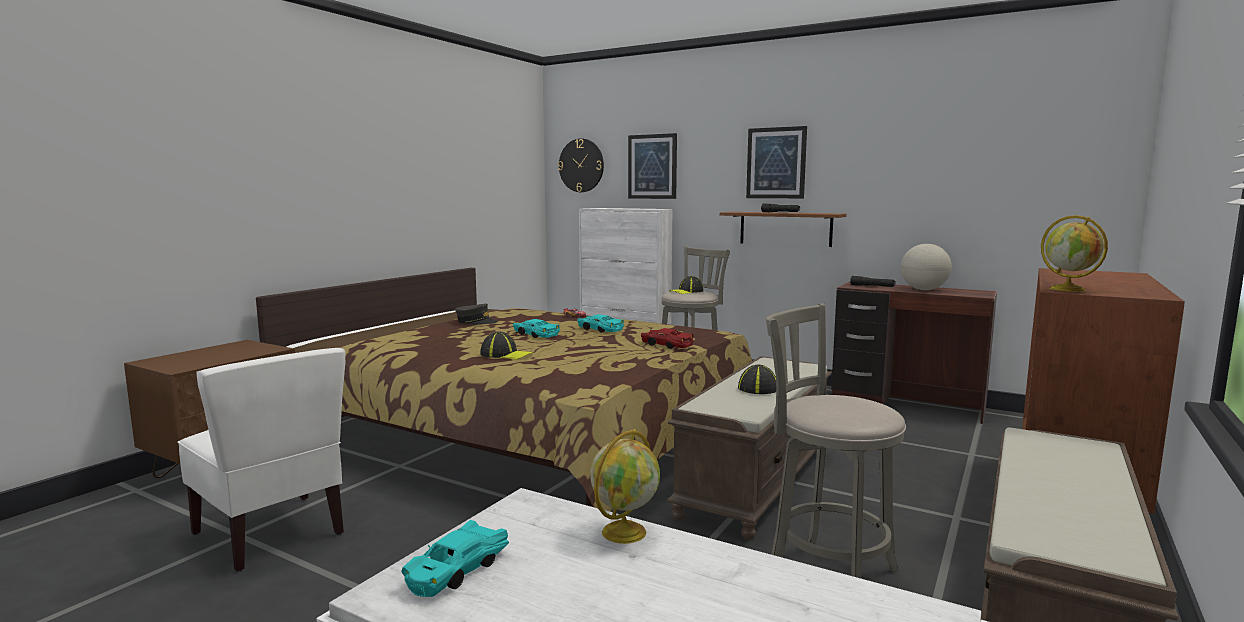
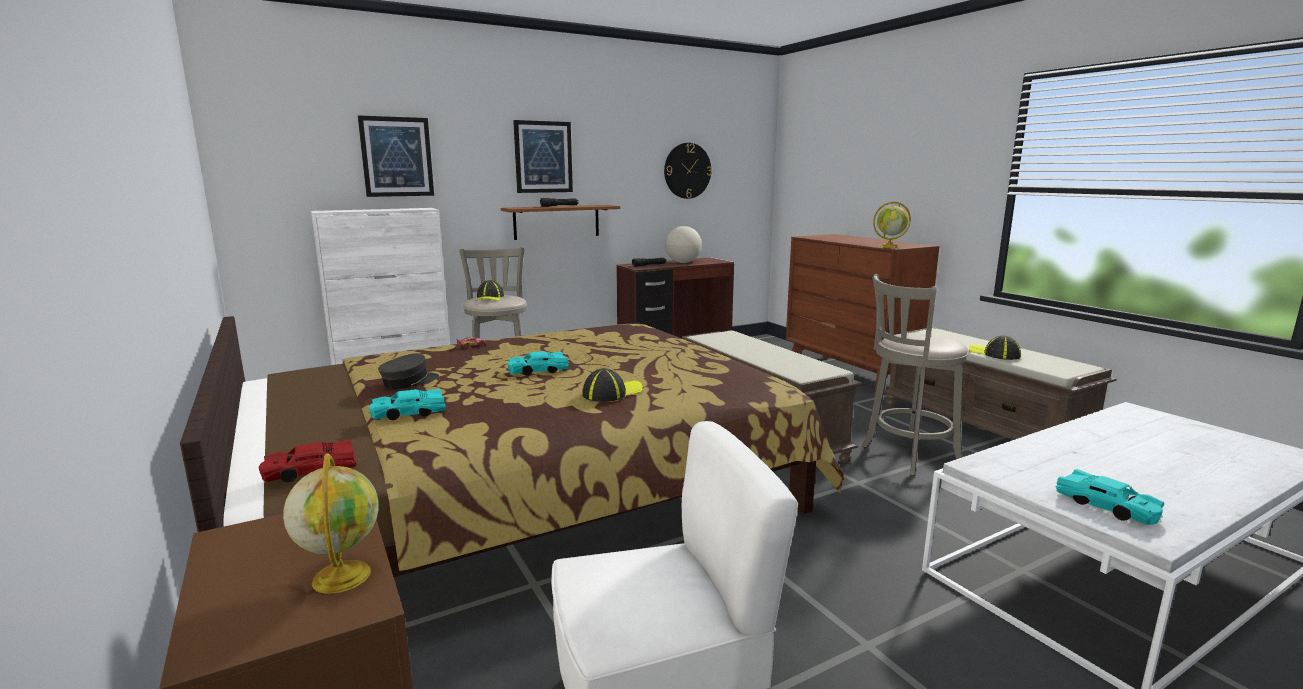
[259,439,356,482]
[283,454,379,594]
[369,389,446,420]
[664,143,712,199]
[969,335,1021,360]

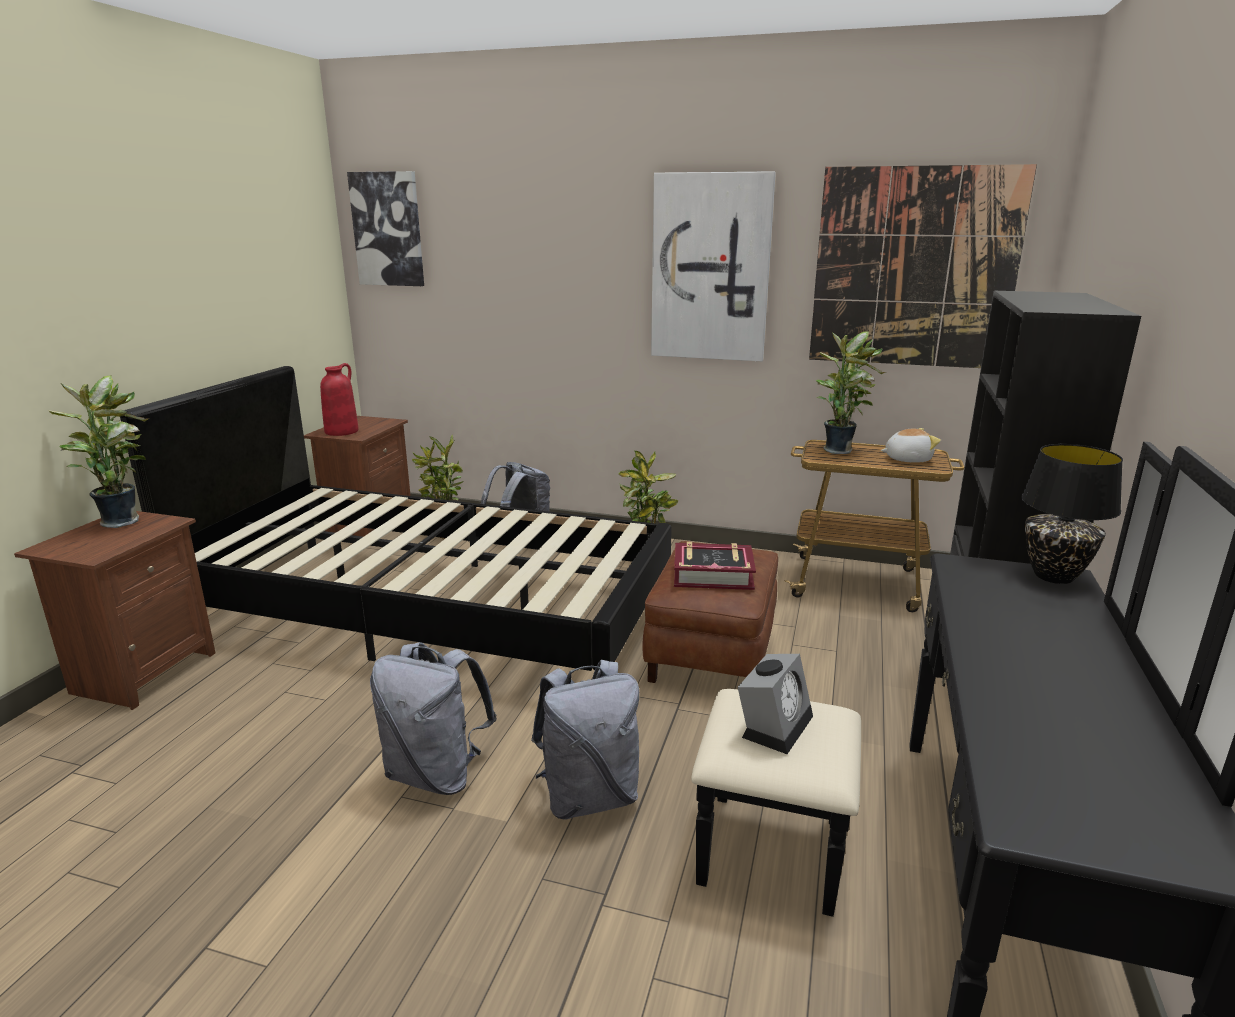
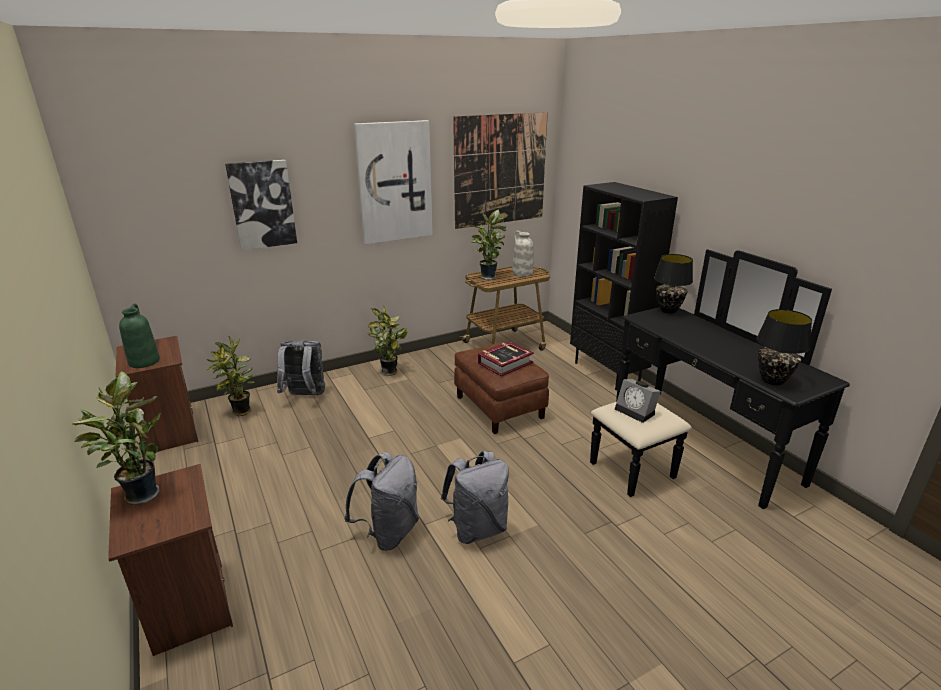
[119,303,160,368]
[225,160,297,250]
[344,452,419,551]
[513,230,533,277]
[615,379,661,423]
[756,309,812,386]
[120,366,672,671] (first image)

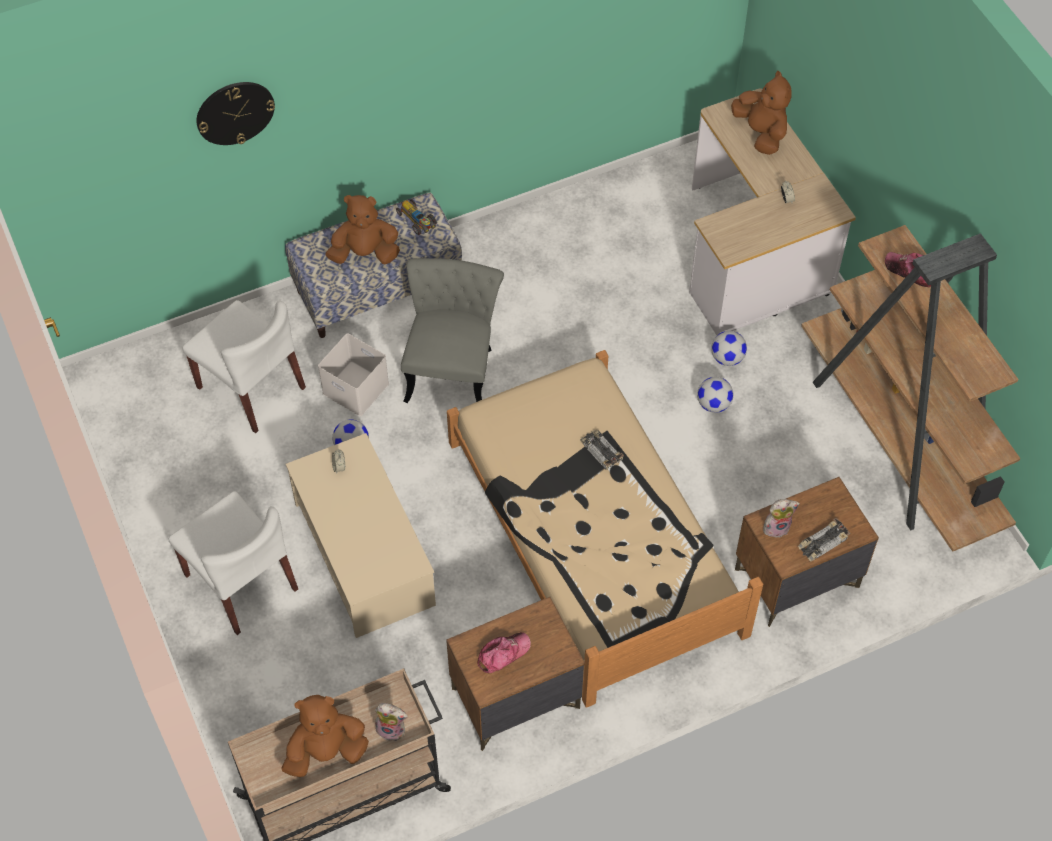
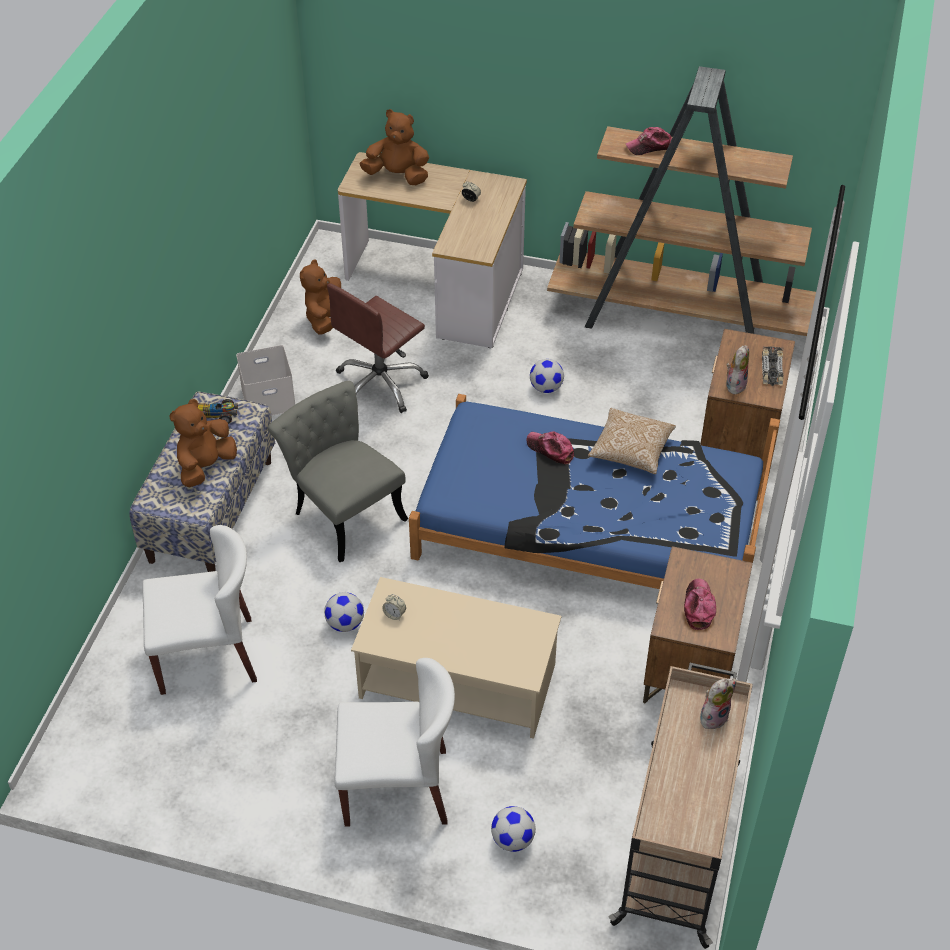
[236,345,295,416]
[300,260,341,335]
[327,283,429,413]
[409,394,780,589]
[491,806,536,852]
[526,432,574,464]
[588,408,676,474]
[196,82,275,145] (first image)

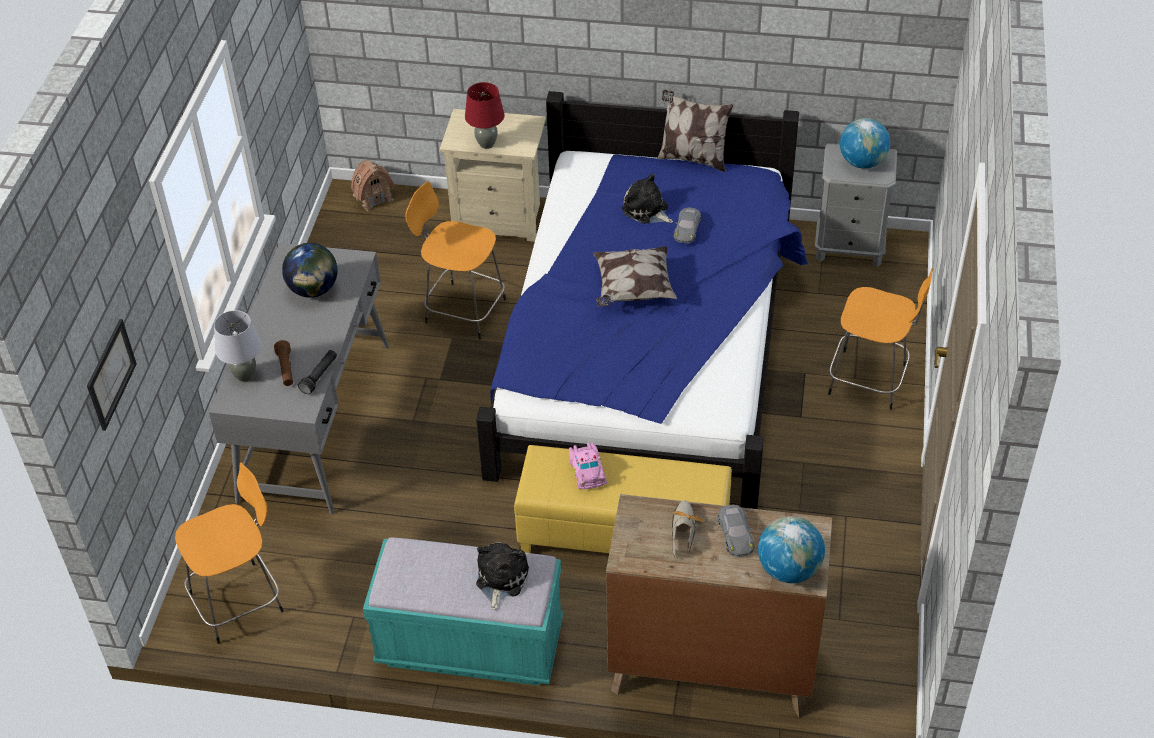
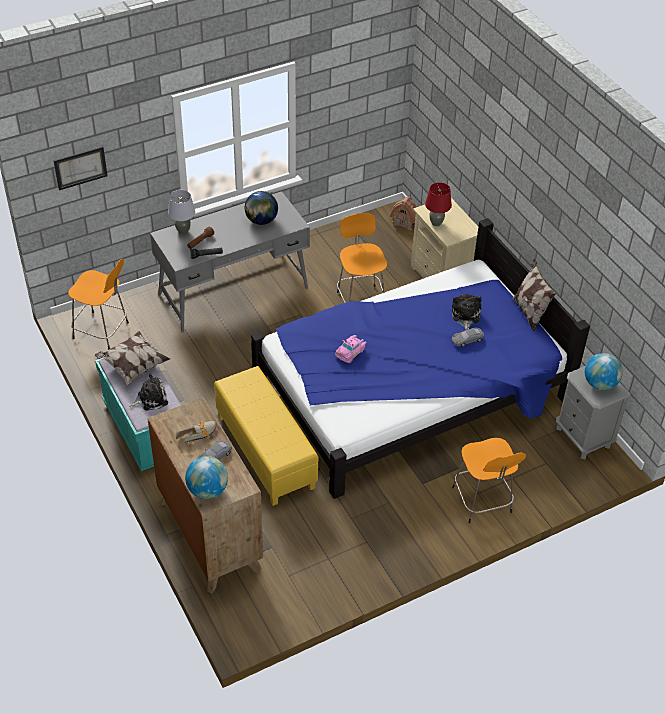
[95,331,170,385]
[335,335,367,363]

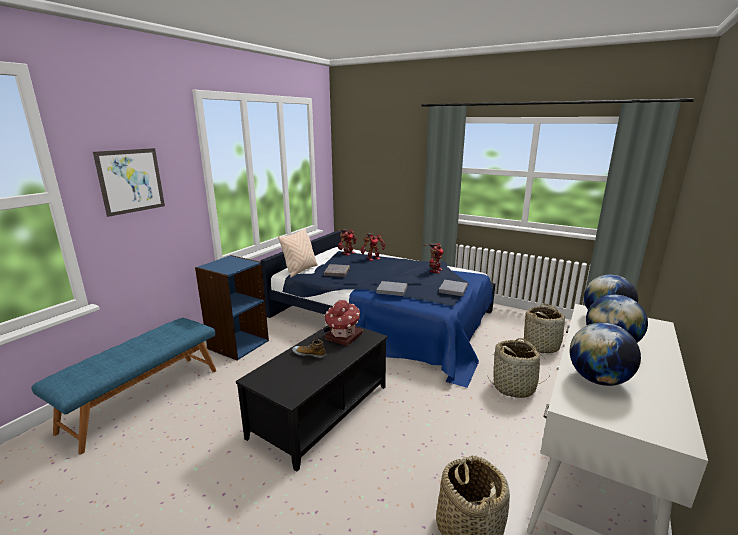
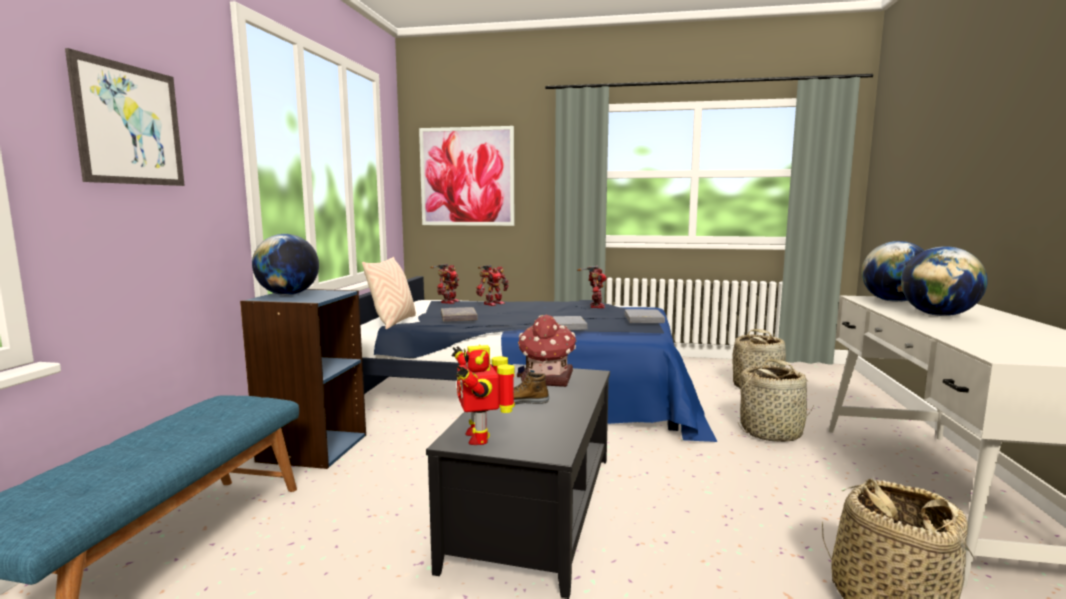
[252,234,319,295]
[419,126,514,226]
[451,345,515,445]

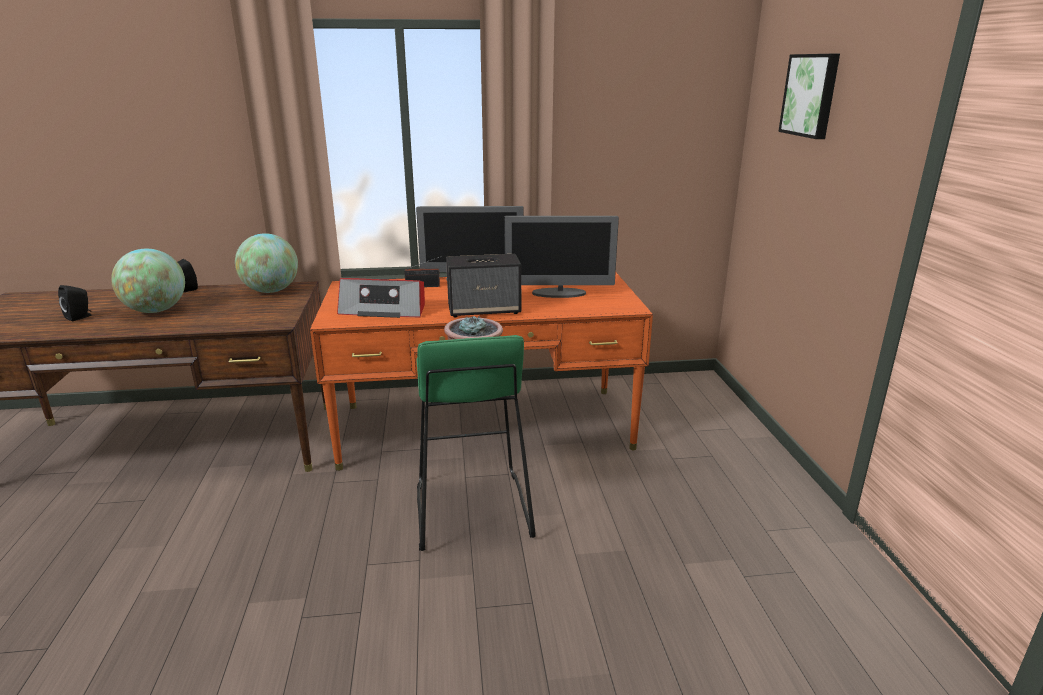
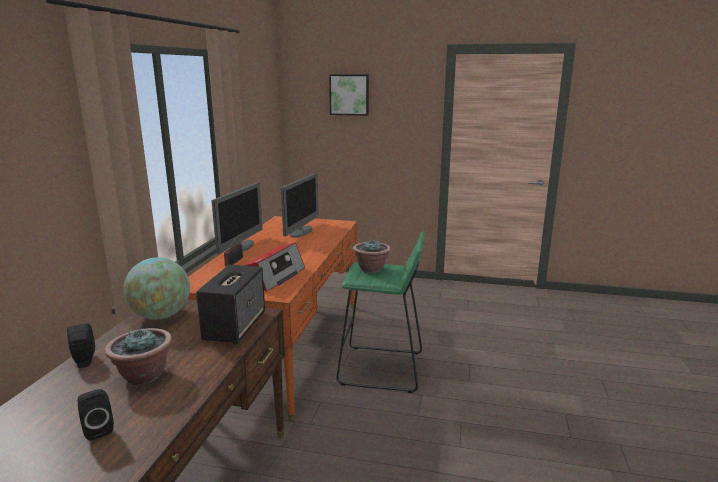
[105,327,172,385]
[196,265,265,344]

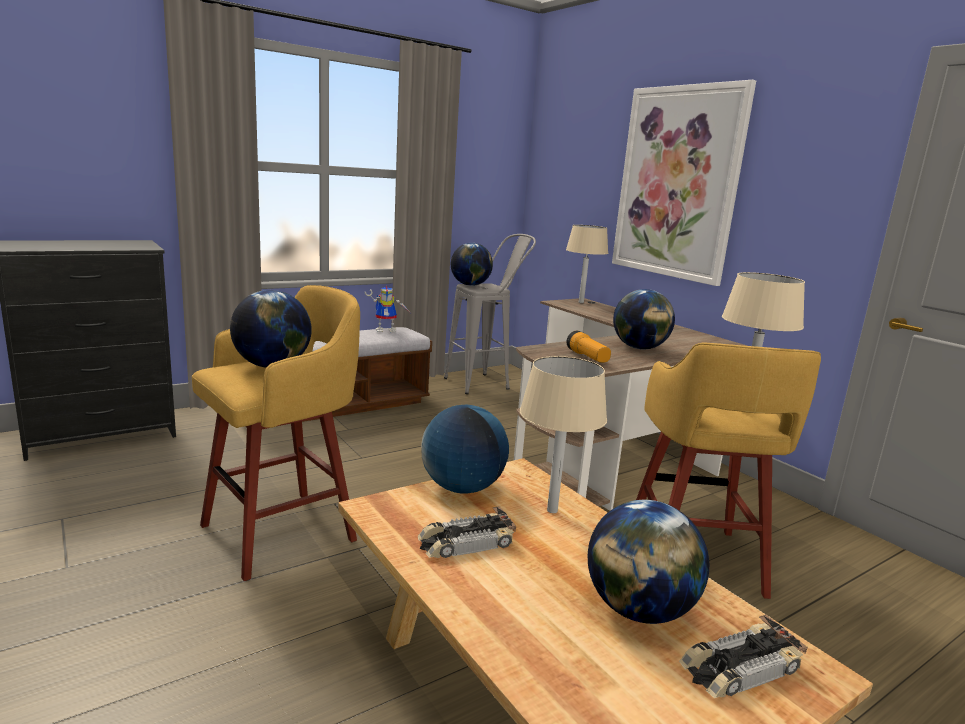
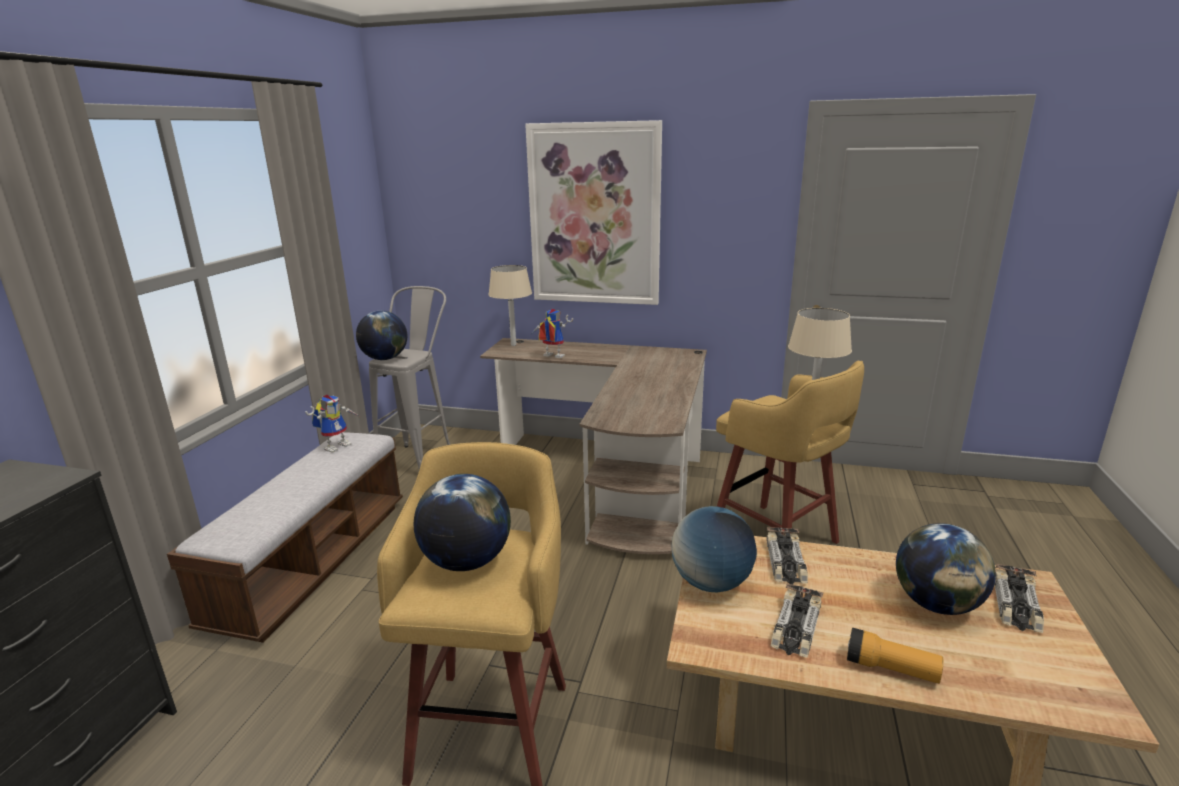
[530,309,573,358]
[767,527,808,585]
[847,628,943,684]
[613,289,675,350] (first image)

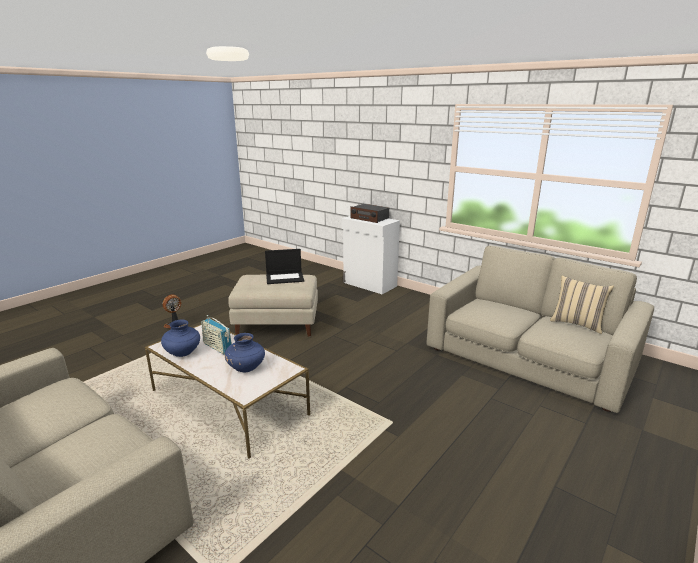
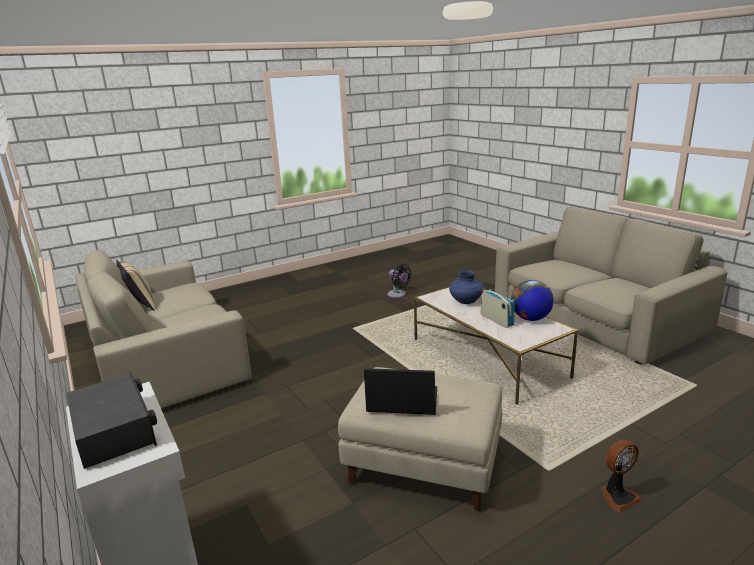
[388,264,412,298]
[511,280,554,321]

